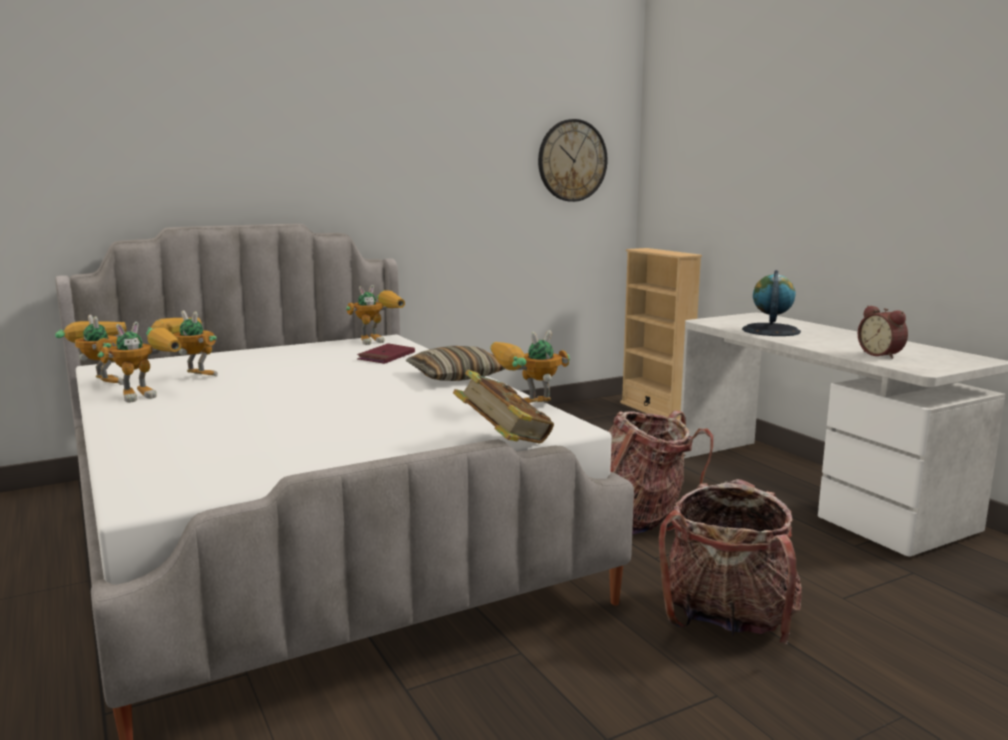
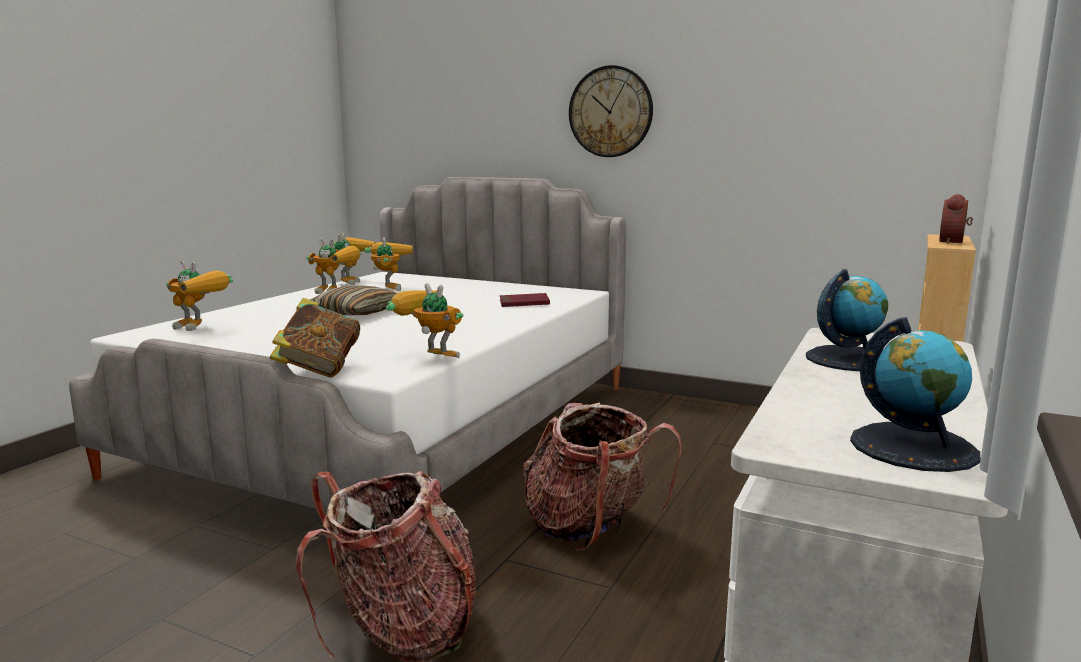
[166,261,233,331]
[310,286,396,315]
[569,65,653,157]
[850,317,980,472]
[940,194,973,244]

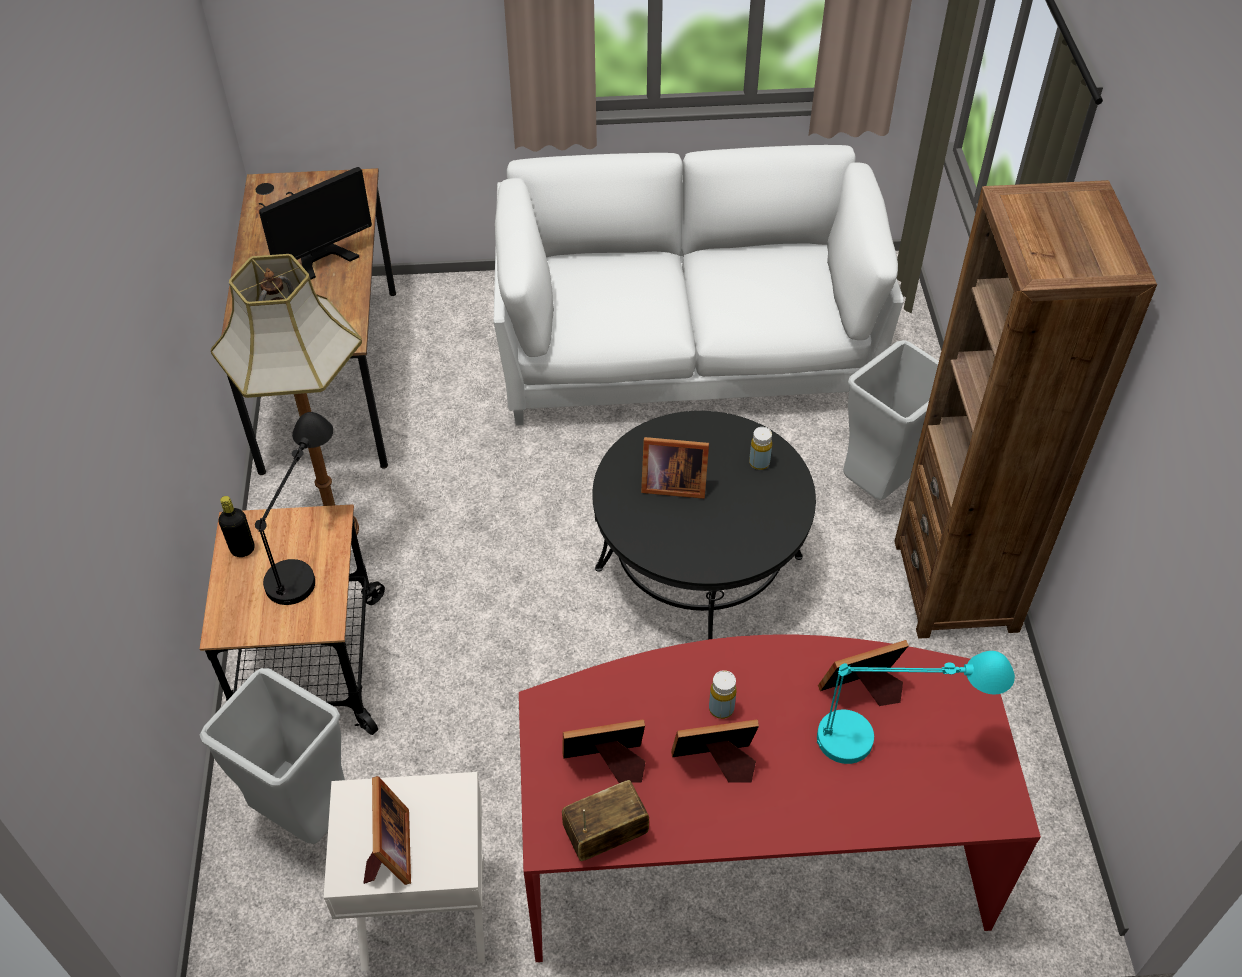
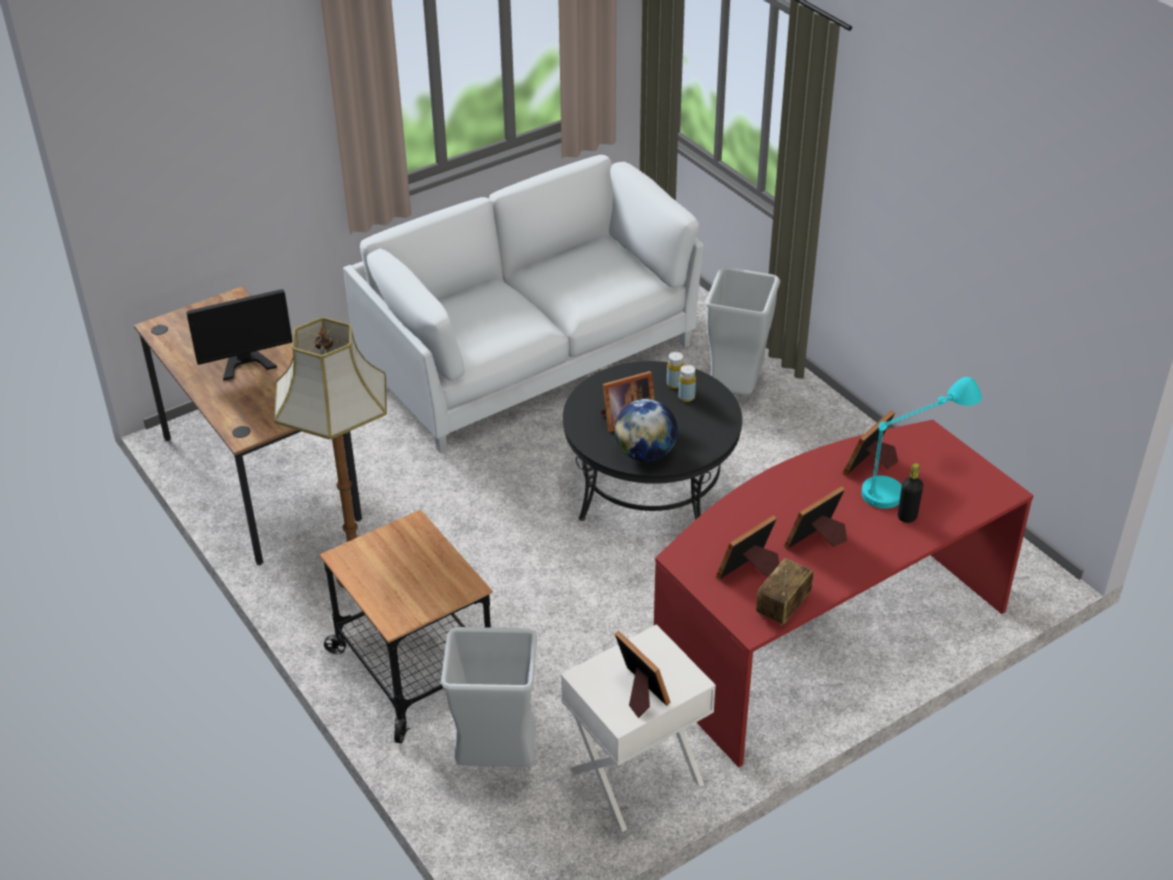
[186,289,293,381]
[614,399,678,462]
[678,365,696,402]
[898,463,923,523]
[255,412,333,605] (first image)
[894,180,1157,639] (first image)

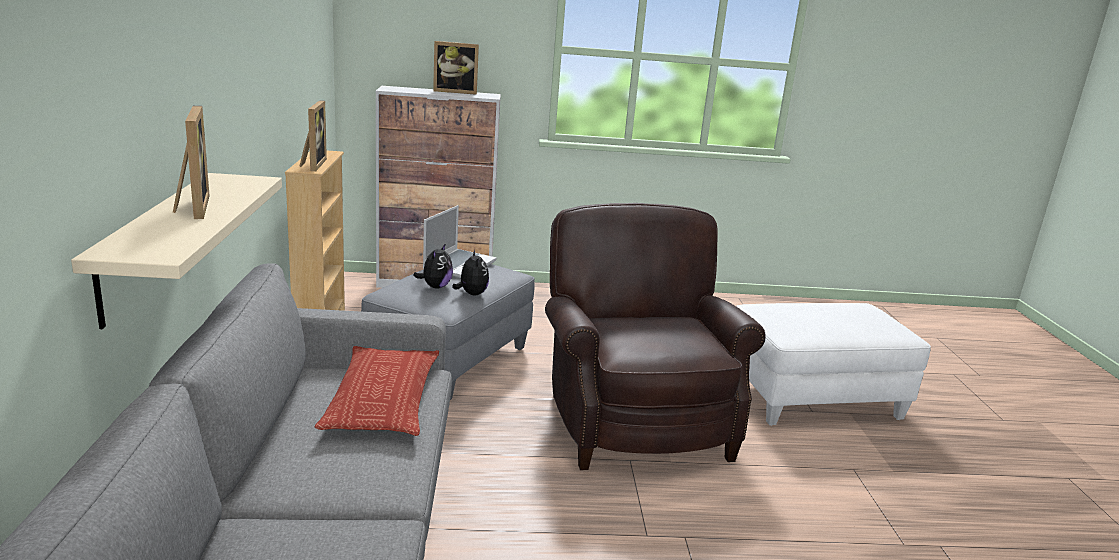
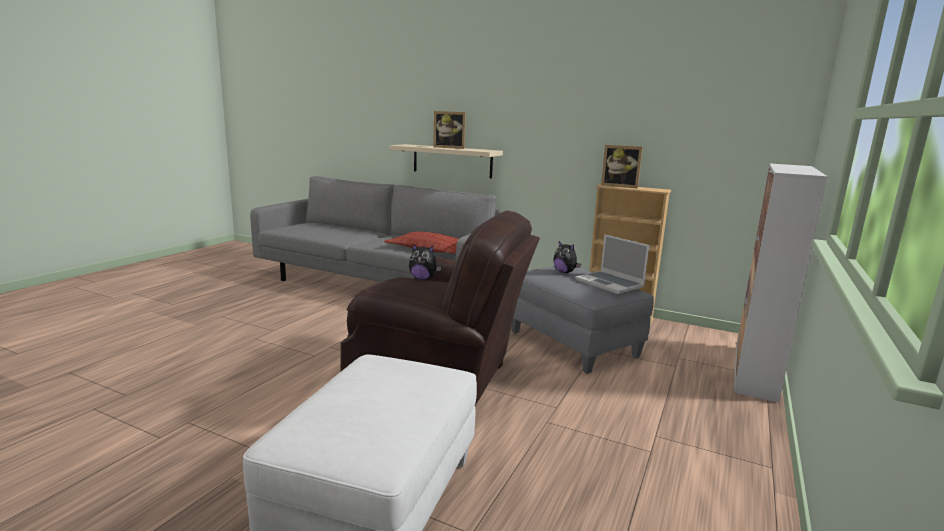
[409,244,441,280]
[433,41,479,95] (first image)

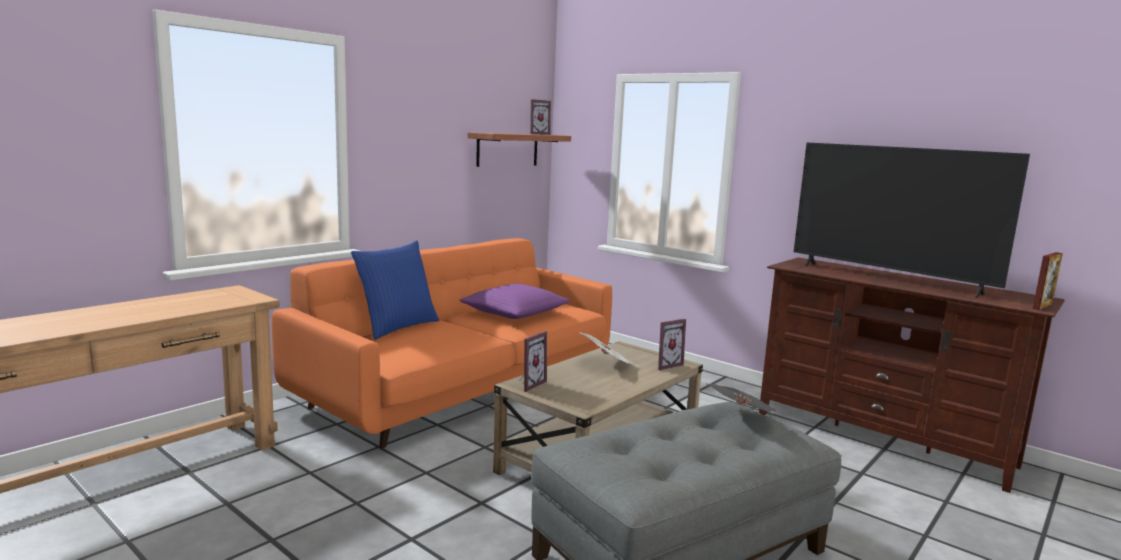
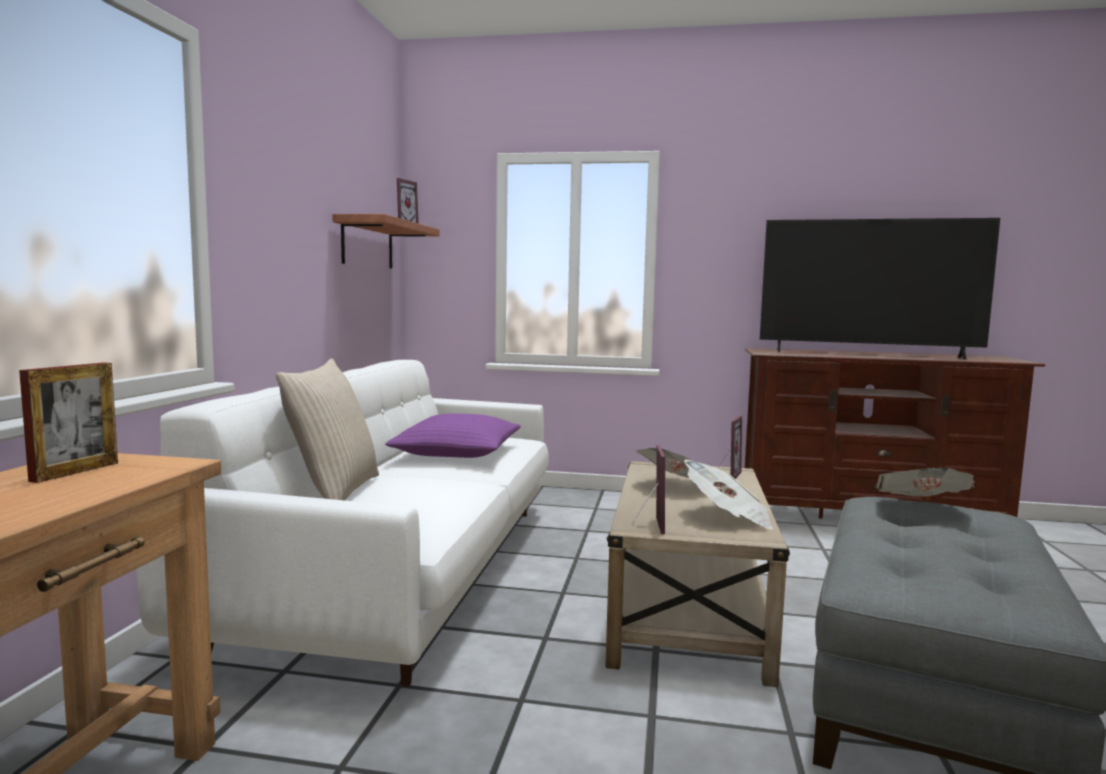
[19,362,118,483]
[137,360,549,687]
[276,358,379,500]
[684,459,773,530]

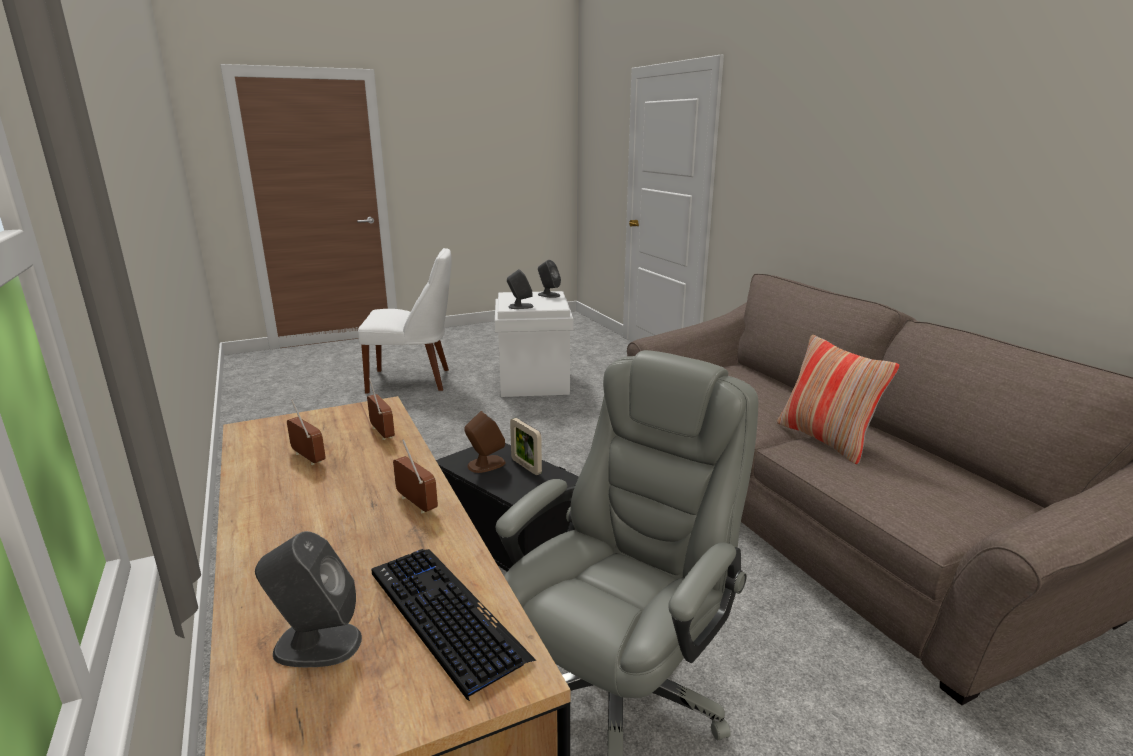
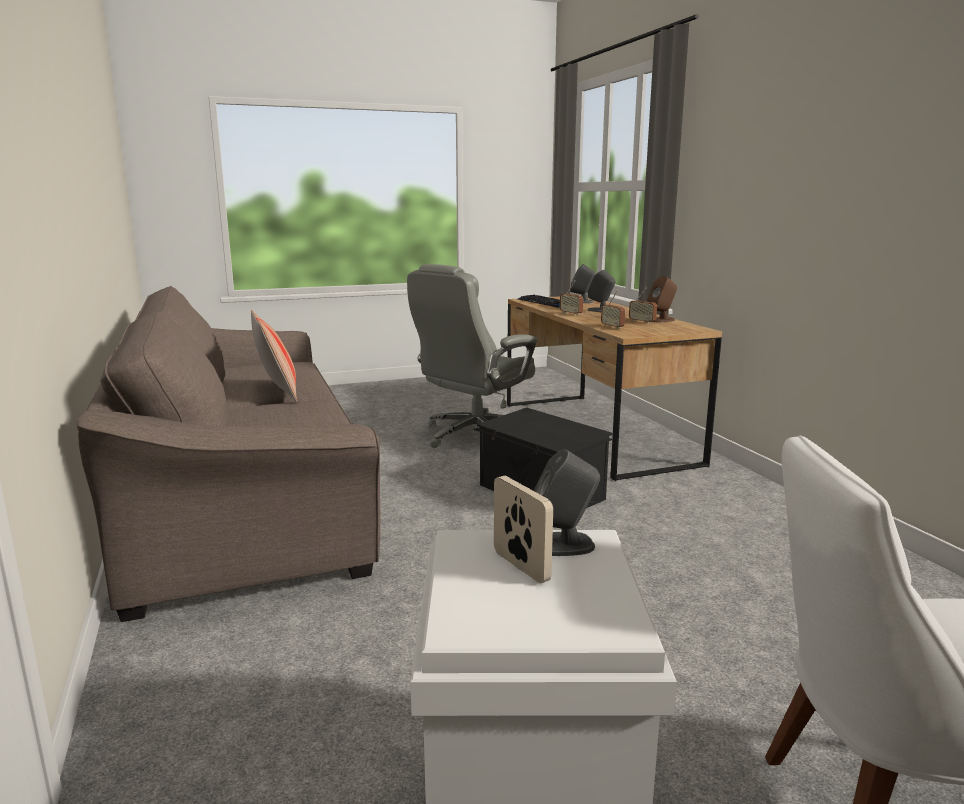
[494,476,553,583]
[588,270,616,312]
[647,276,677,322]

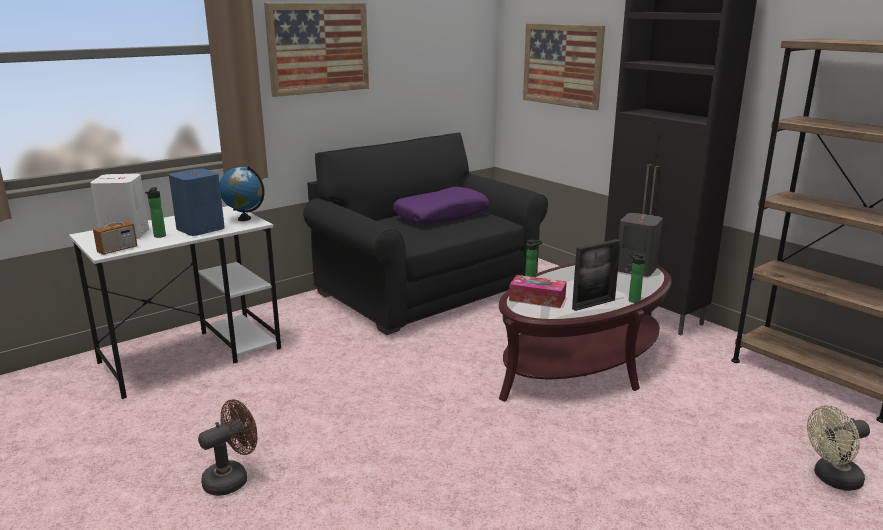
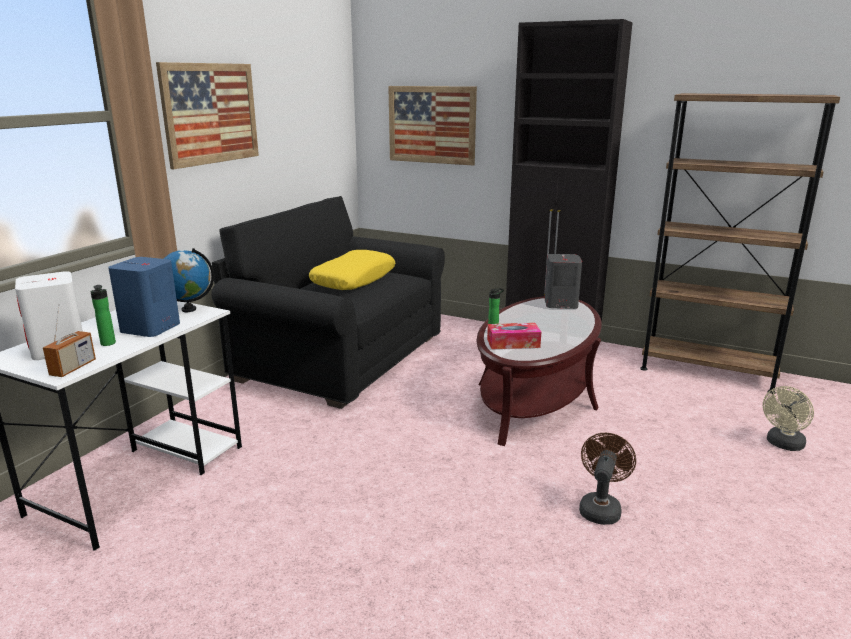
[309,250,395,290]
[579,433,636,525]
[572,239,621,311] (first image)
[629,252,645,303] (first image)

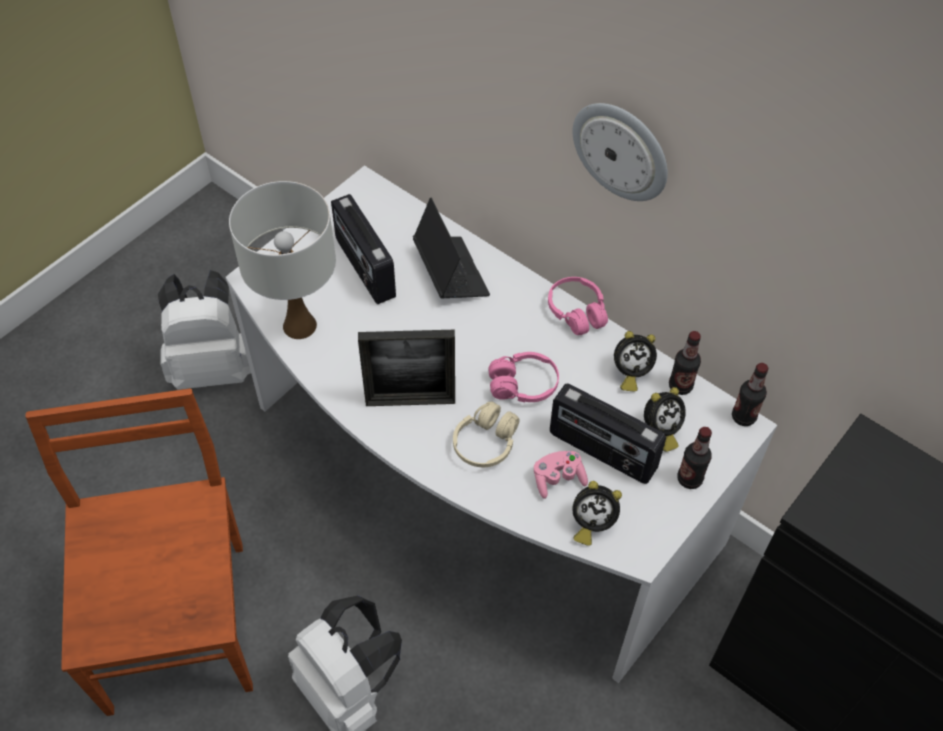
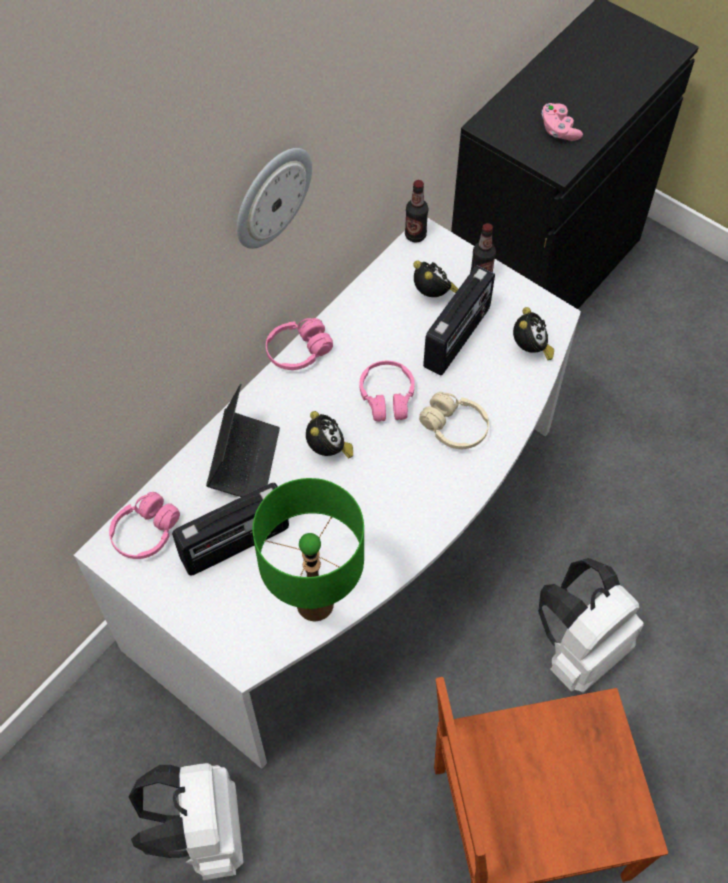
[109,492,180,559]
[206,384,280,497]
[252,478,364,621]
[306,411,353,458]
[542,103,583,141]
[358,330,455,406] (first image)
[669,331,701,395] (first image)

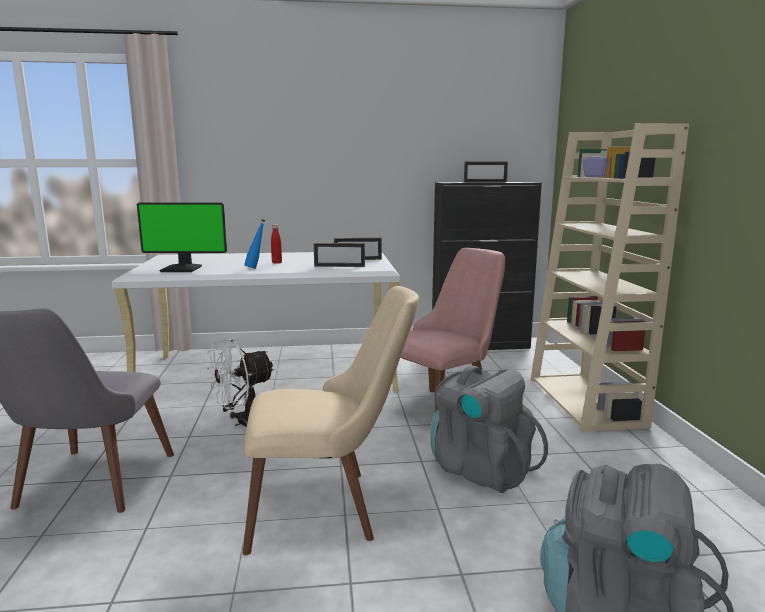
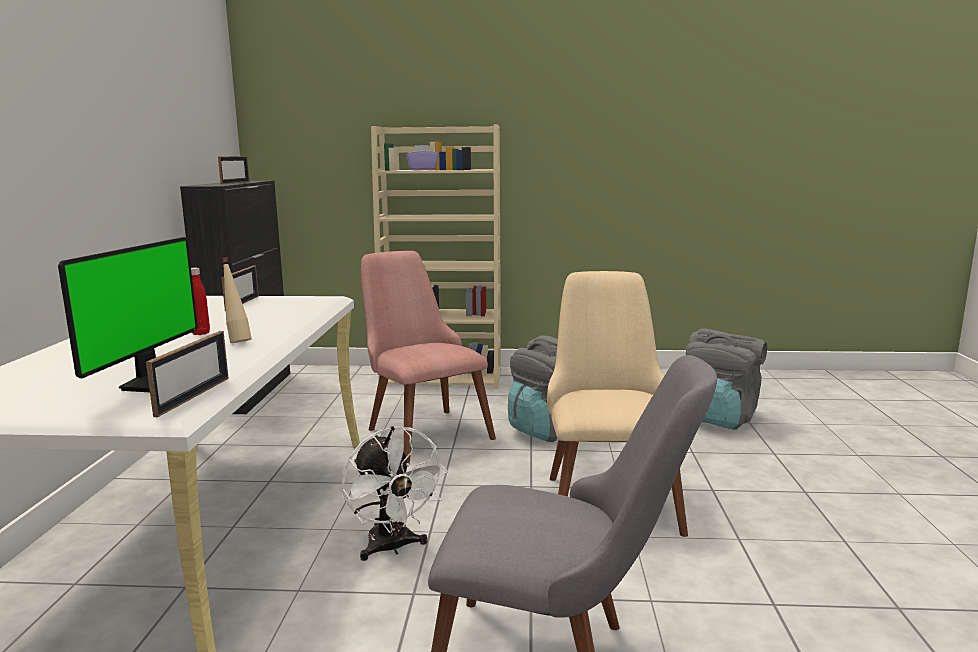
[146,331,229,417]
[221,257,252,343]

